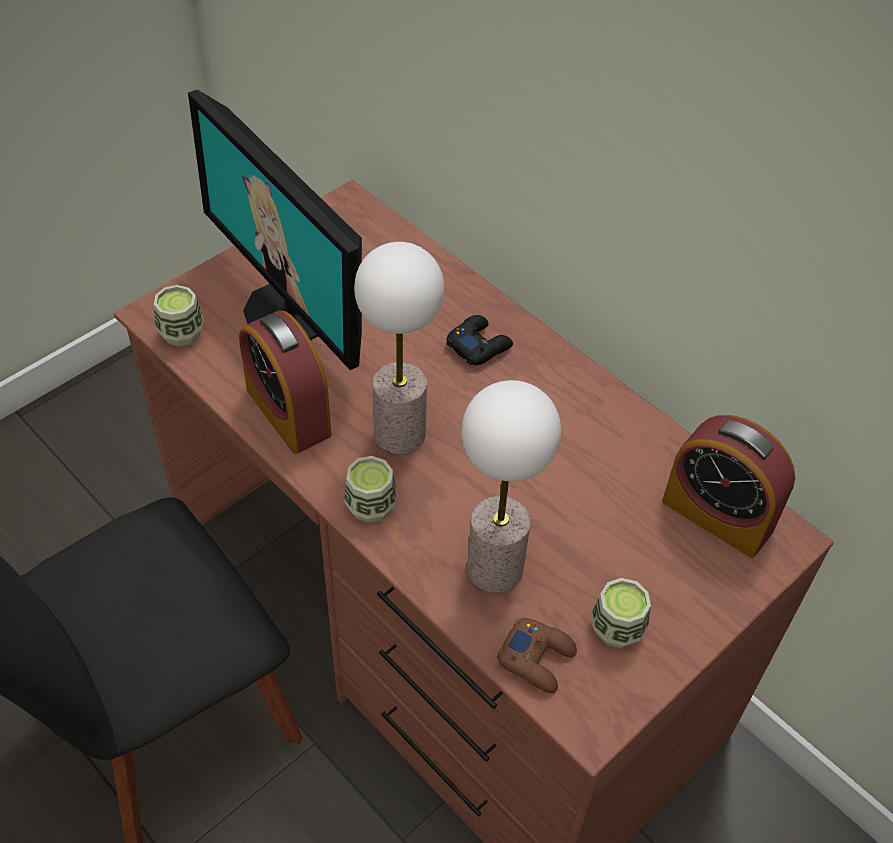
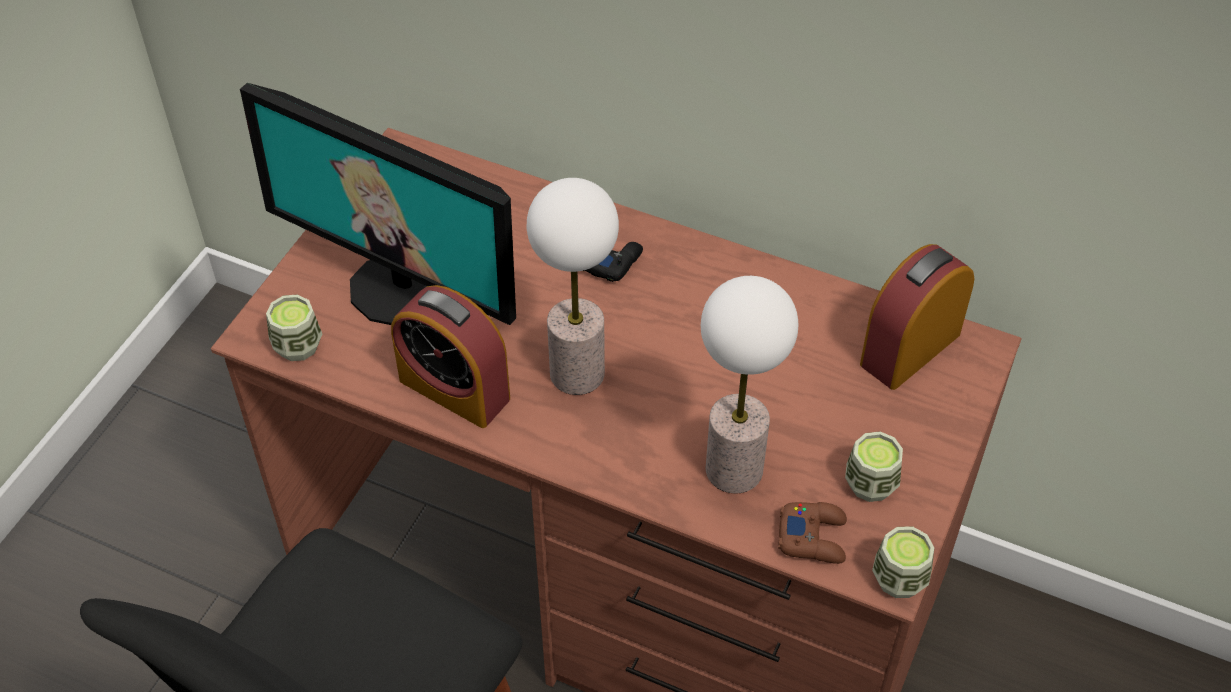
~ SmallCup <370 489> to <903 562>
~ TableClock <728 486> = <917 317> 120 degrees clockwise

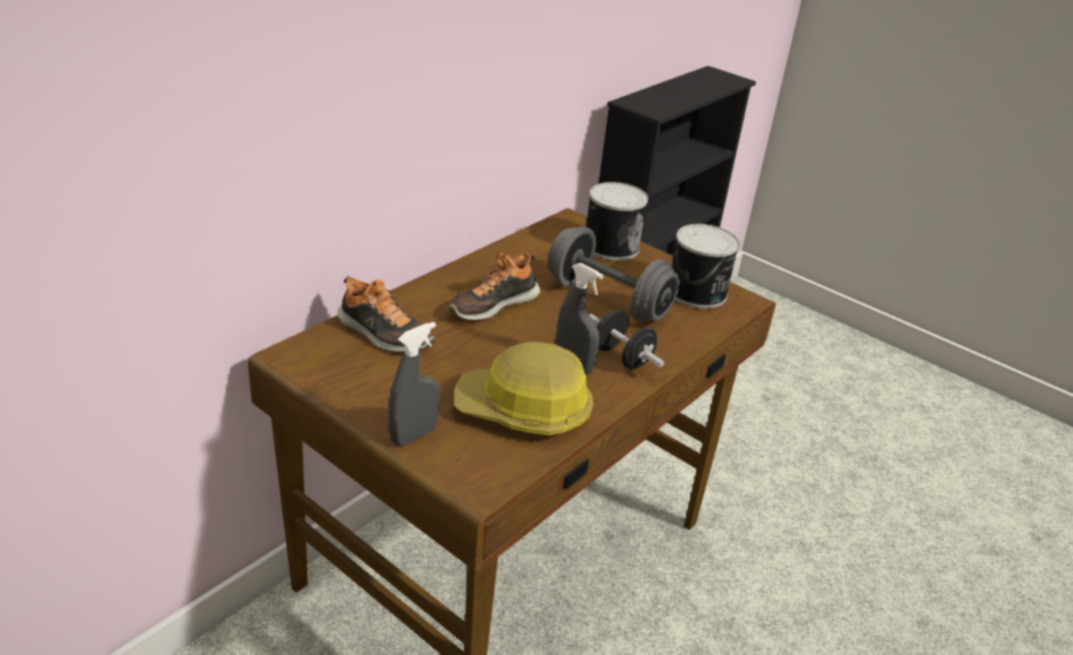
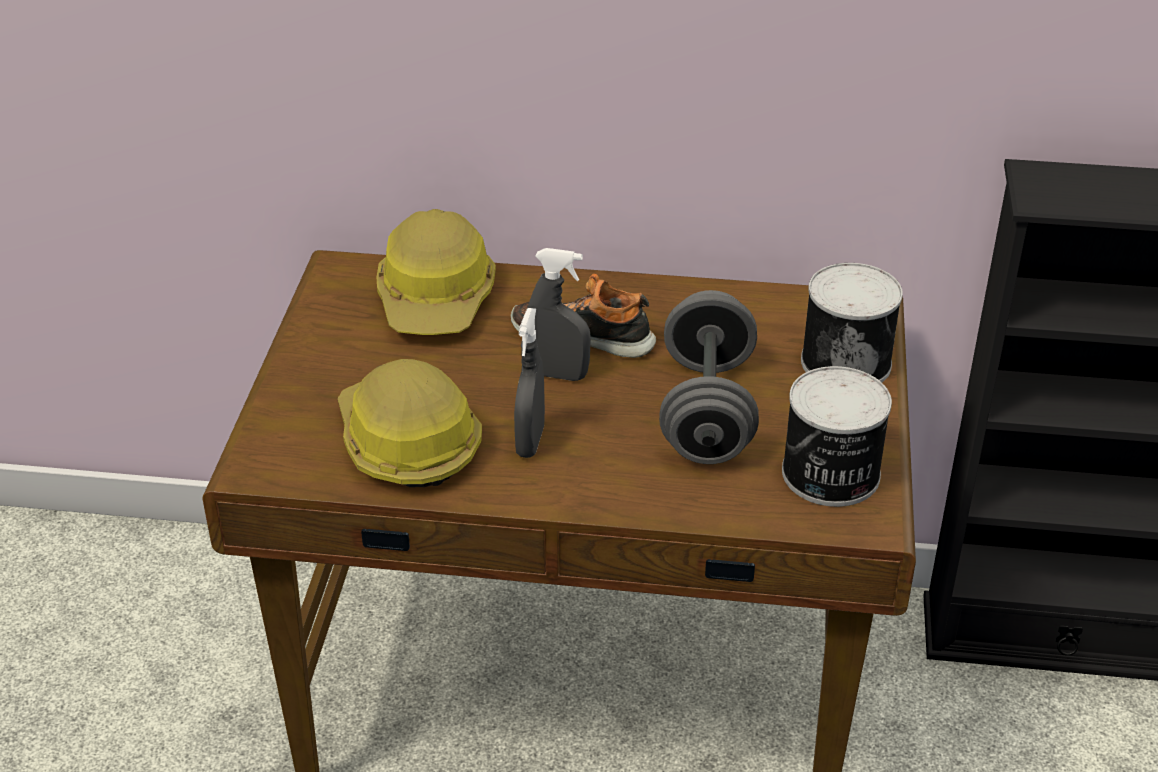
~ LowShoe <386 314> to HardHat <436 272>
~ GreyishSprayBottle <414 384> to <559 314>
- BlackishHandWeight <627 339>

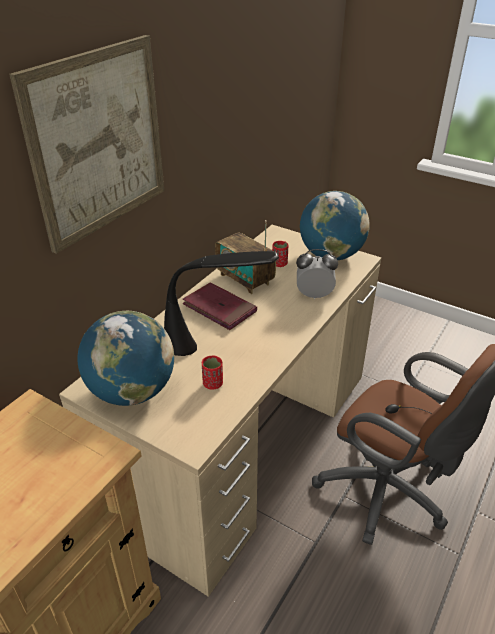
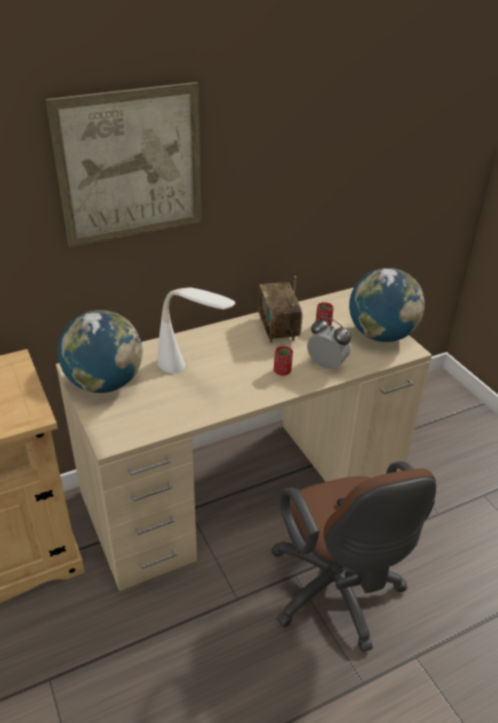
~ BlackishTabletopLamp <221 303> to WhiteTabletopLamp <196 330>
- RedBook <220 306>
~ RedSmallCup <212 372> to <283 361>

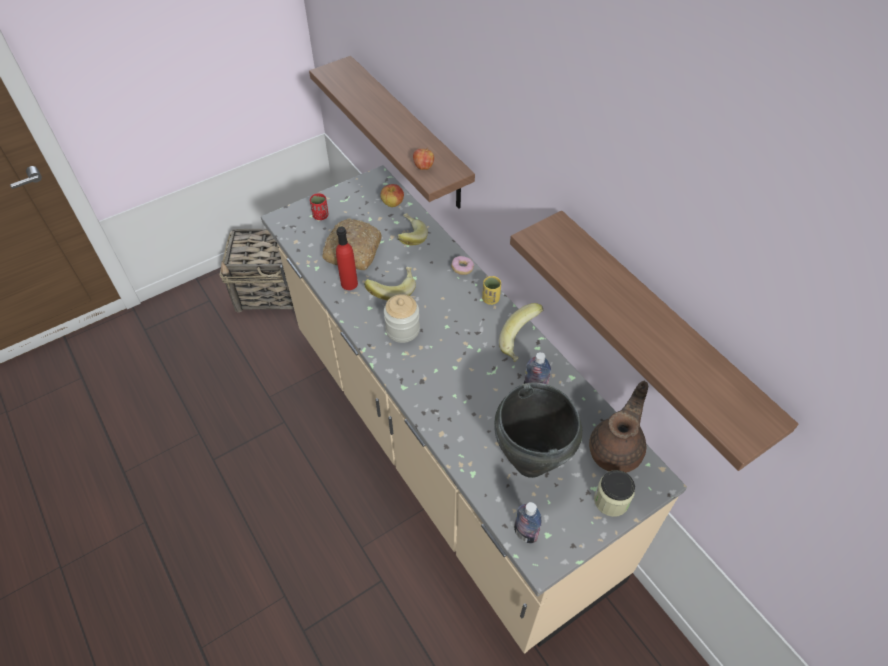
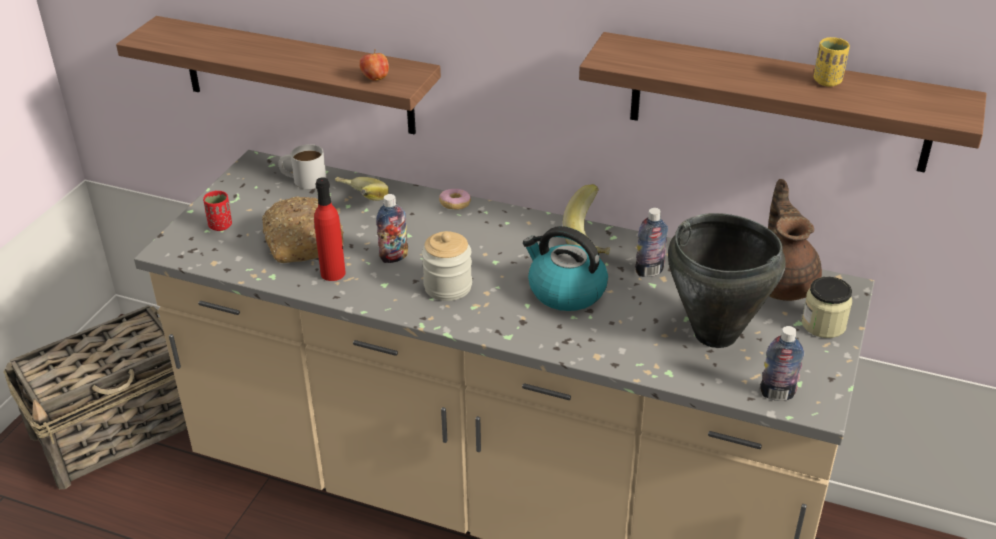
~ BananaFruit <390 284> to BeverageBottle <392 228>
~ WholeApple <392 195> to WhiteMug <302 166>
~ YellowSmallCup <491 290> to <832 61>
+ Kettle <565 268>

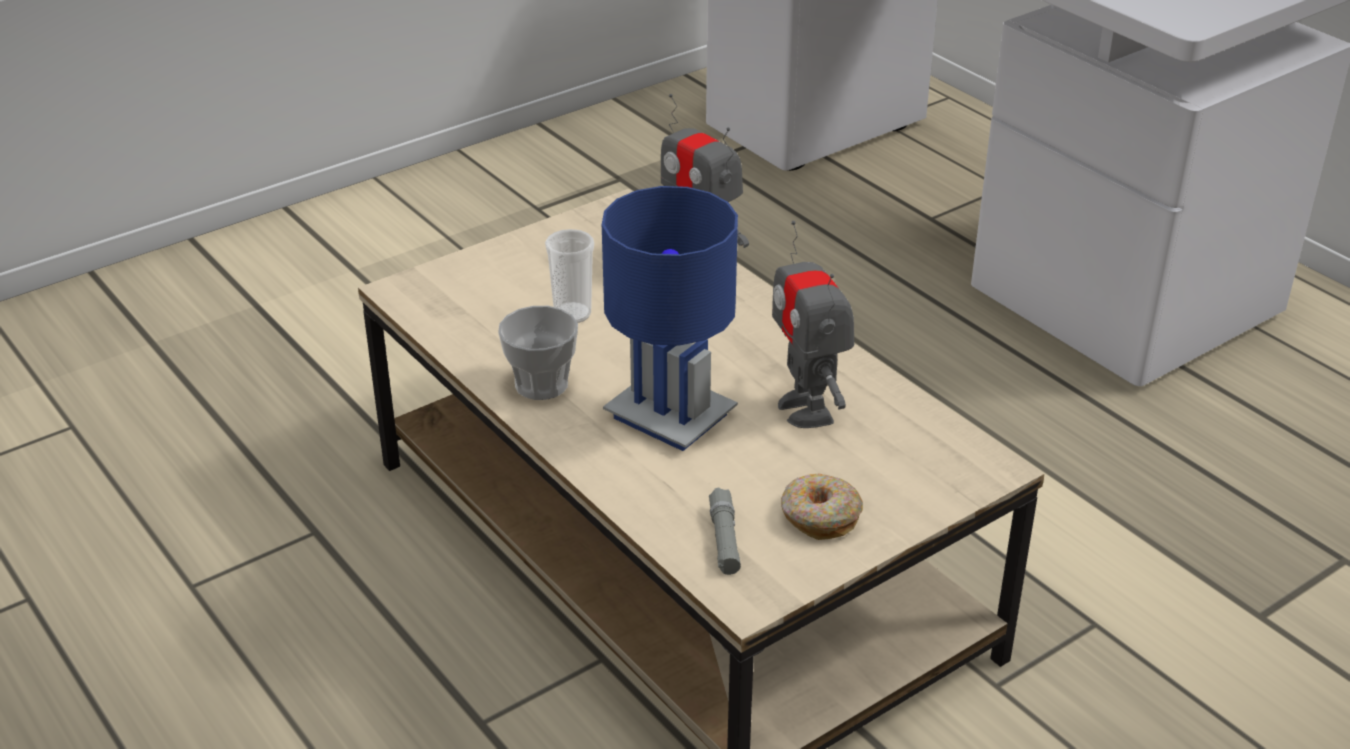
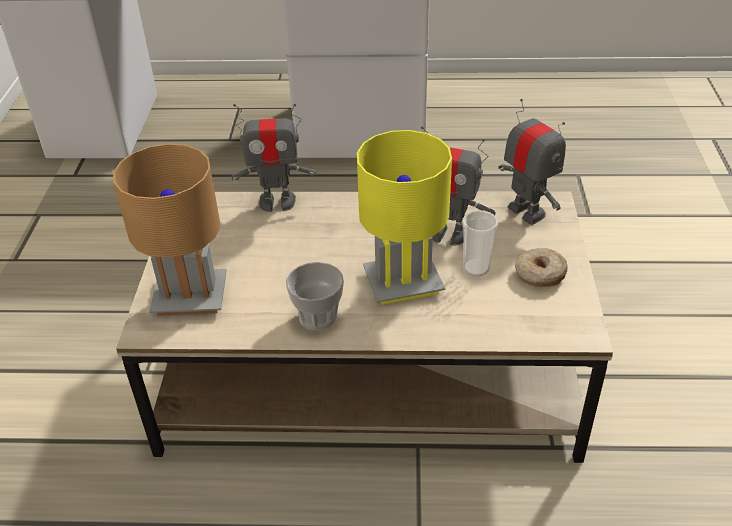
~ SmallCup <569 276> to <480 243>
~ BlueTabletopLamp <670 318> to YellowTabletopLamp <404 217>
- GreyishFlashlight <725 531>
+ BrownishTabletopLamp <170 230>
+ ToyRobot <532 162>

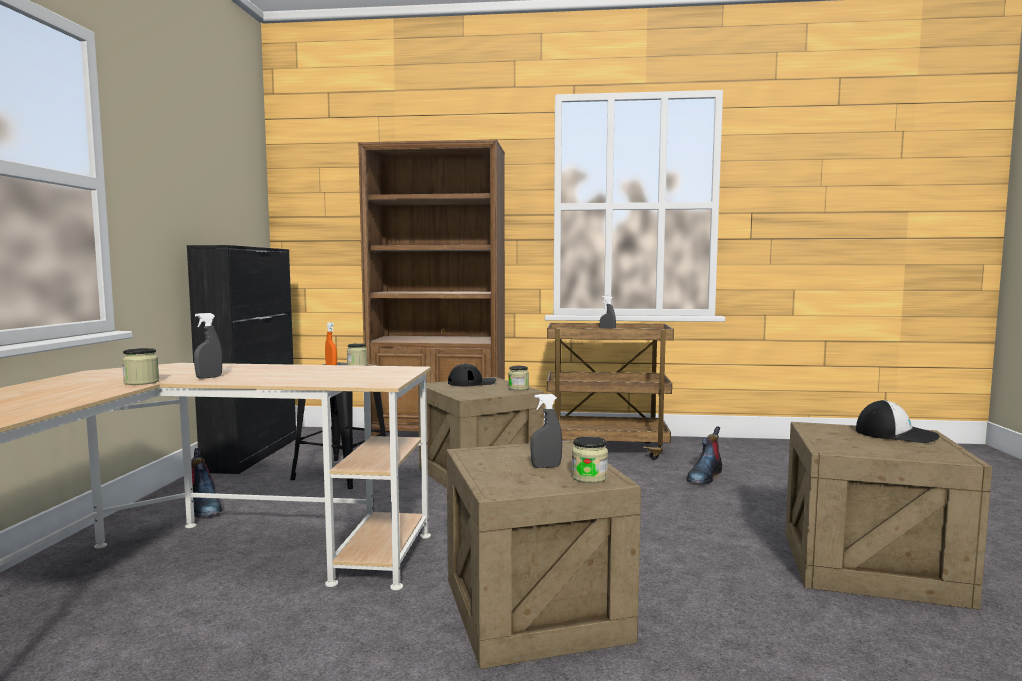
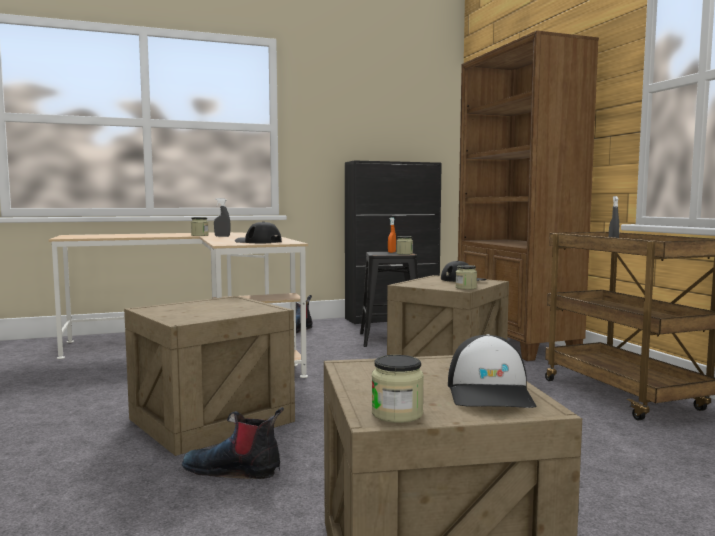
- GreyishSprayBottle <546 431>
~ PreserveJar <590 459> to <398 389>
~ Boot <704 455> to <233 443>
+ BlackishPeakedCap <258 232>

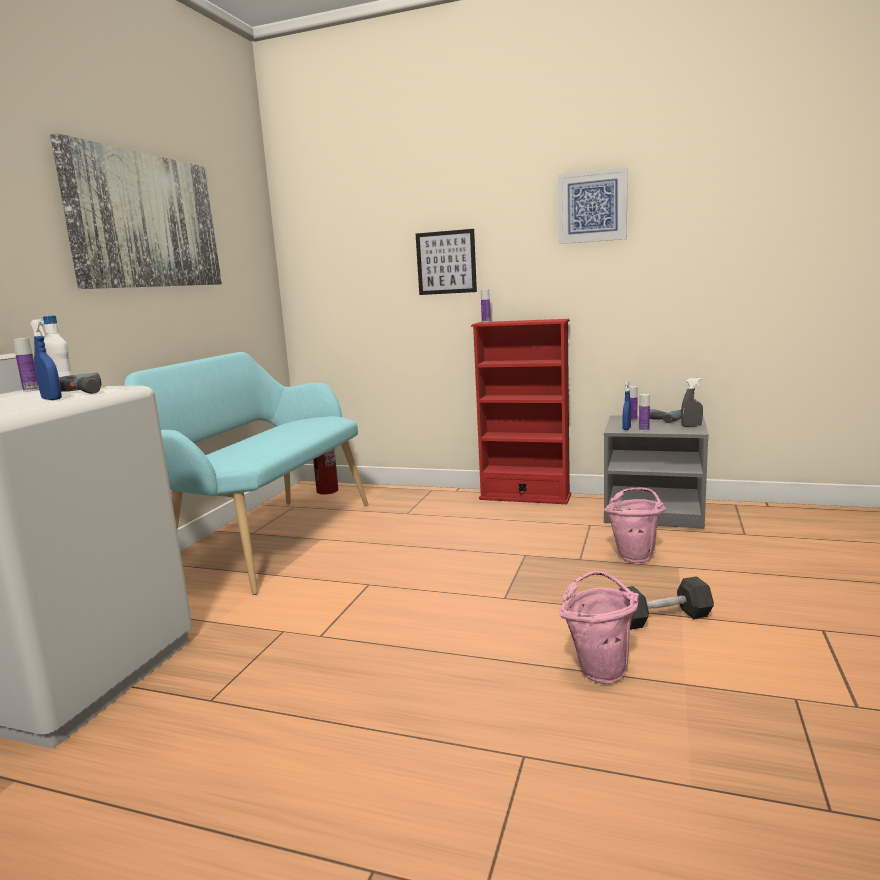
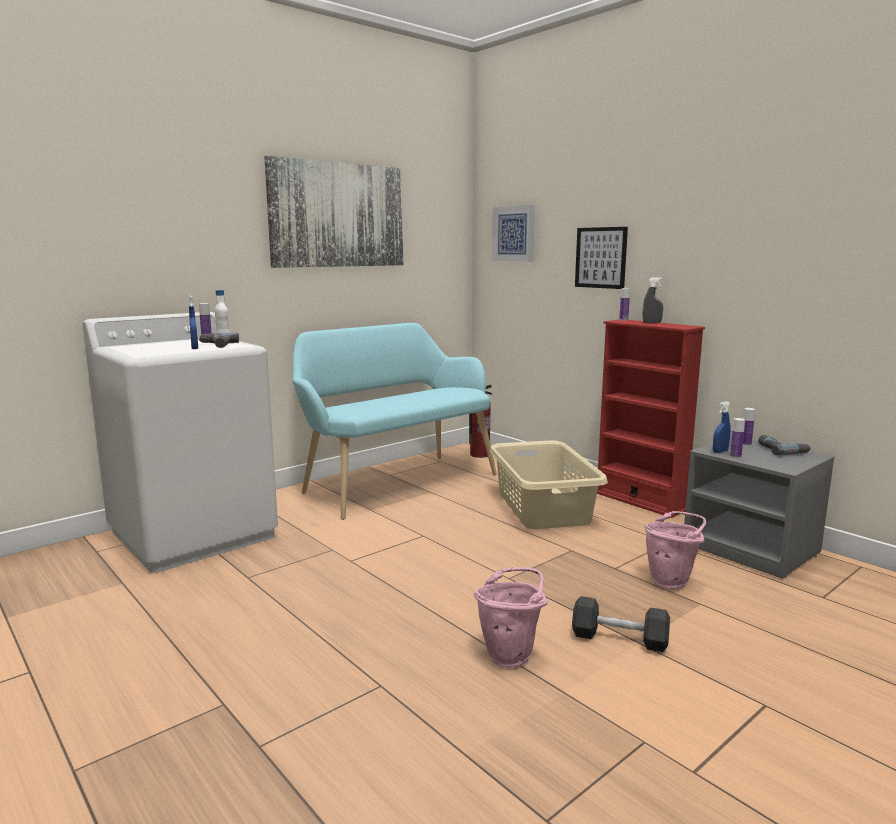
~ WallPicture <593 205> to <513 233>
~ GreyishSprayBottle <692 402> to <653 300>
+ SandColouredHamper <549 484>

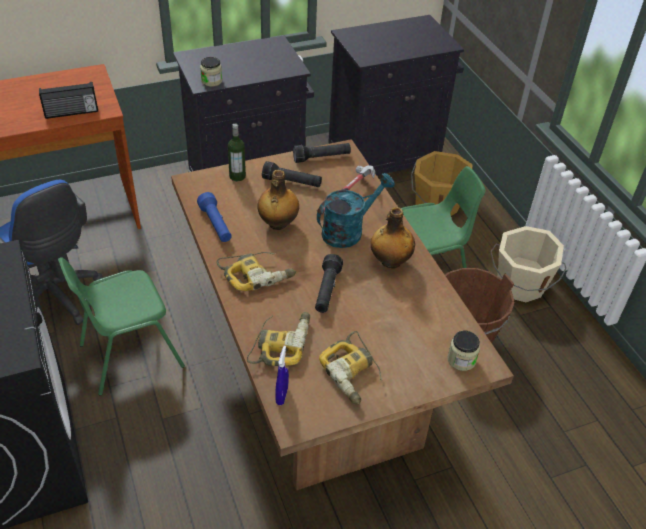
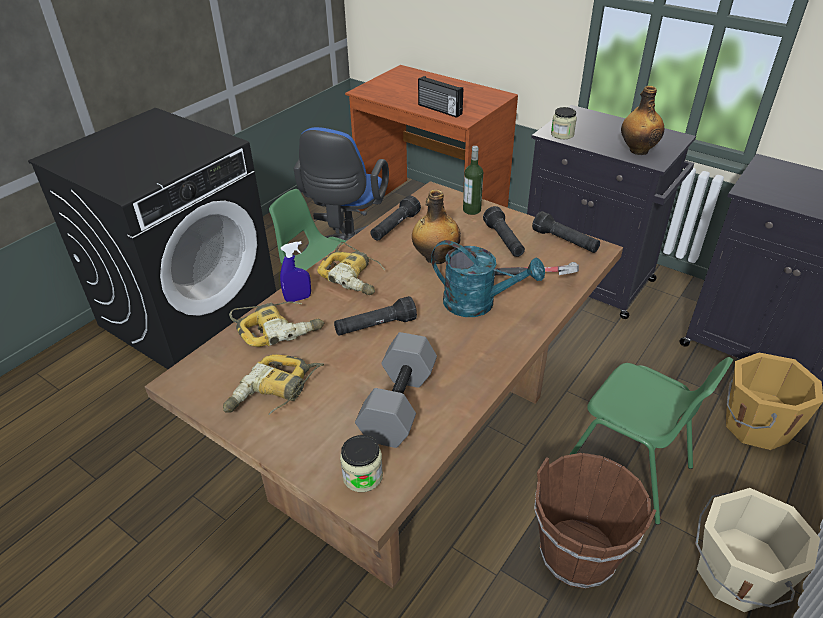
~ BlueFlashlight <214 217> to BlackishFlashlight <395 218>
~ BlueSprayBottle <282 375> to <295 271>
~ BeverageBottle <393 238> to <642 120>
+ GreyishHandWeight <396 390>

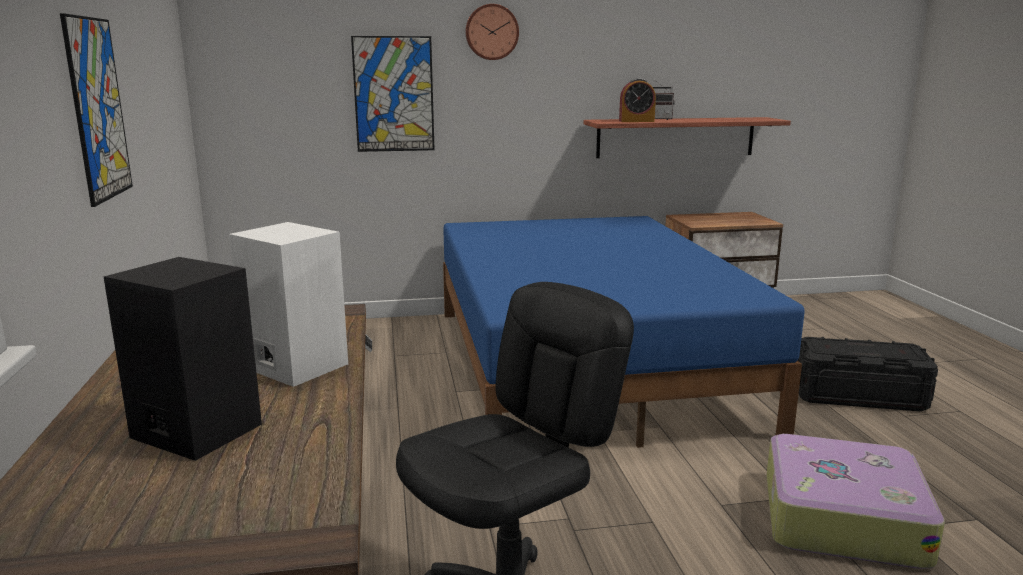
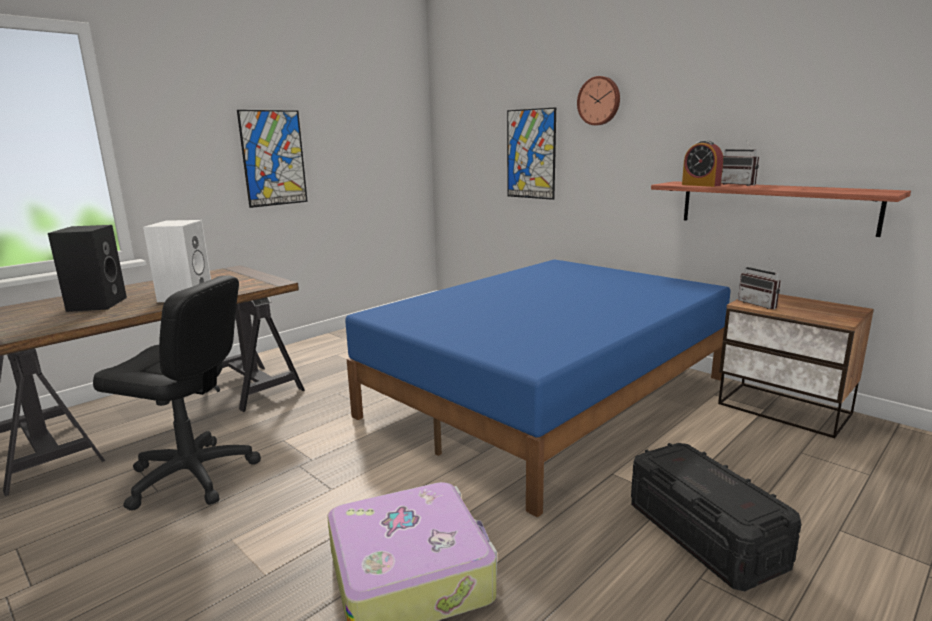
+ Radio <759 284>

